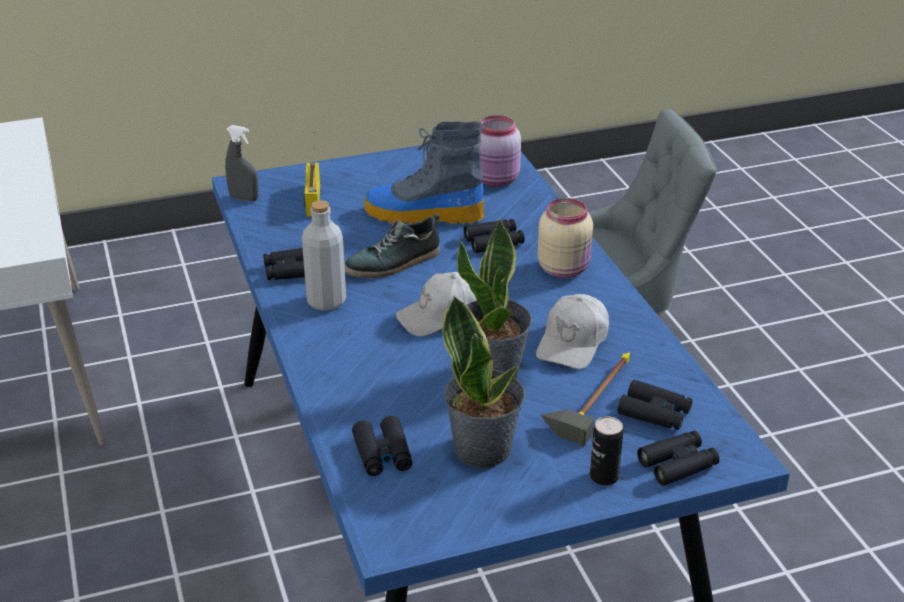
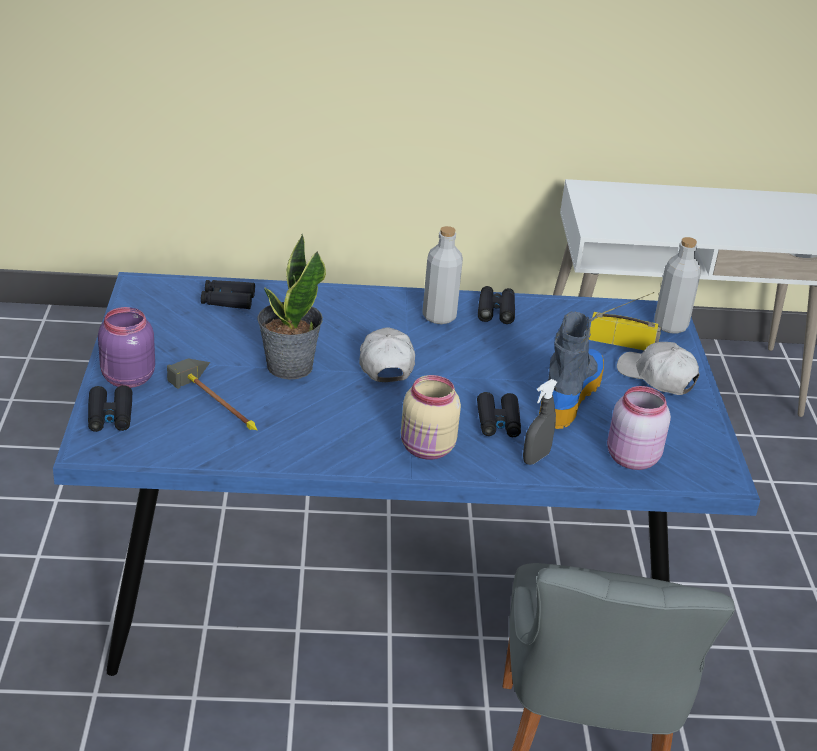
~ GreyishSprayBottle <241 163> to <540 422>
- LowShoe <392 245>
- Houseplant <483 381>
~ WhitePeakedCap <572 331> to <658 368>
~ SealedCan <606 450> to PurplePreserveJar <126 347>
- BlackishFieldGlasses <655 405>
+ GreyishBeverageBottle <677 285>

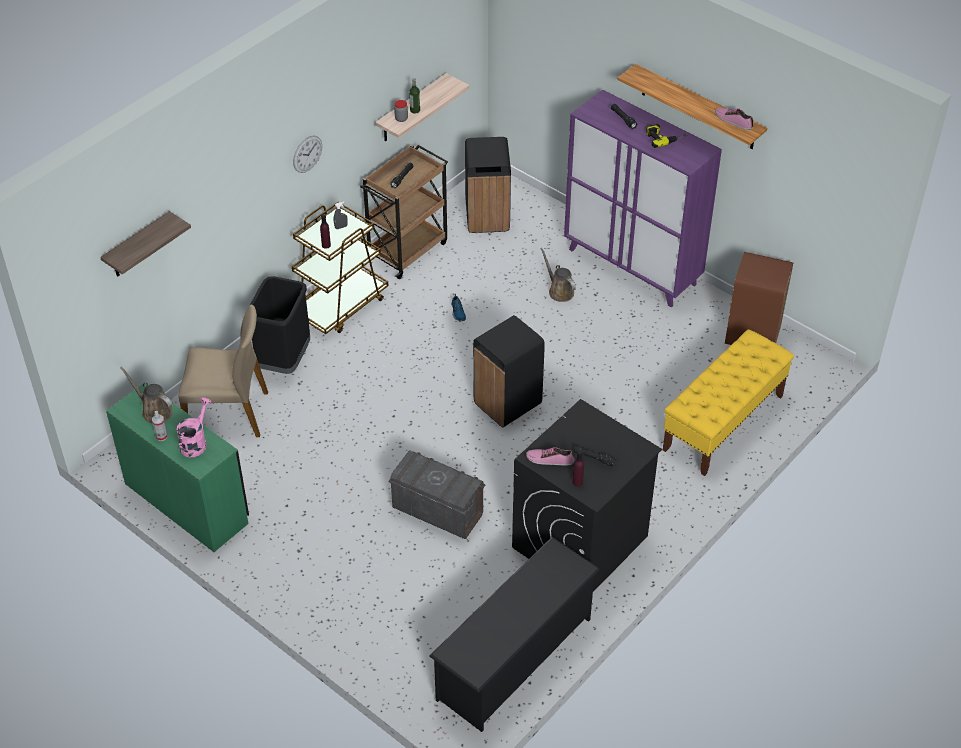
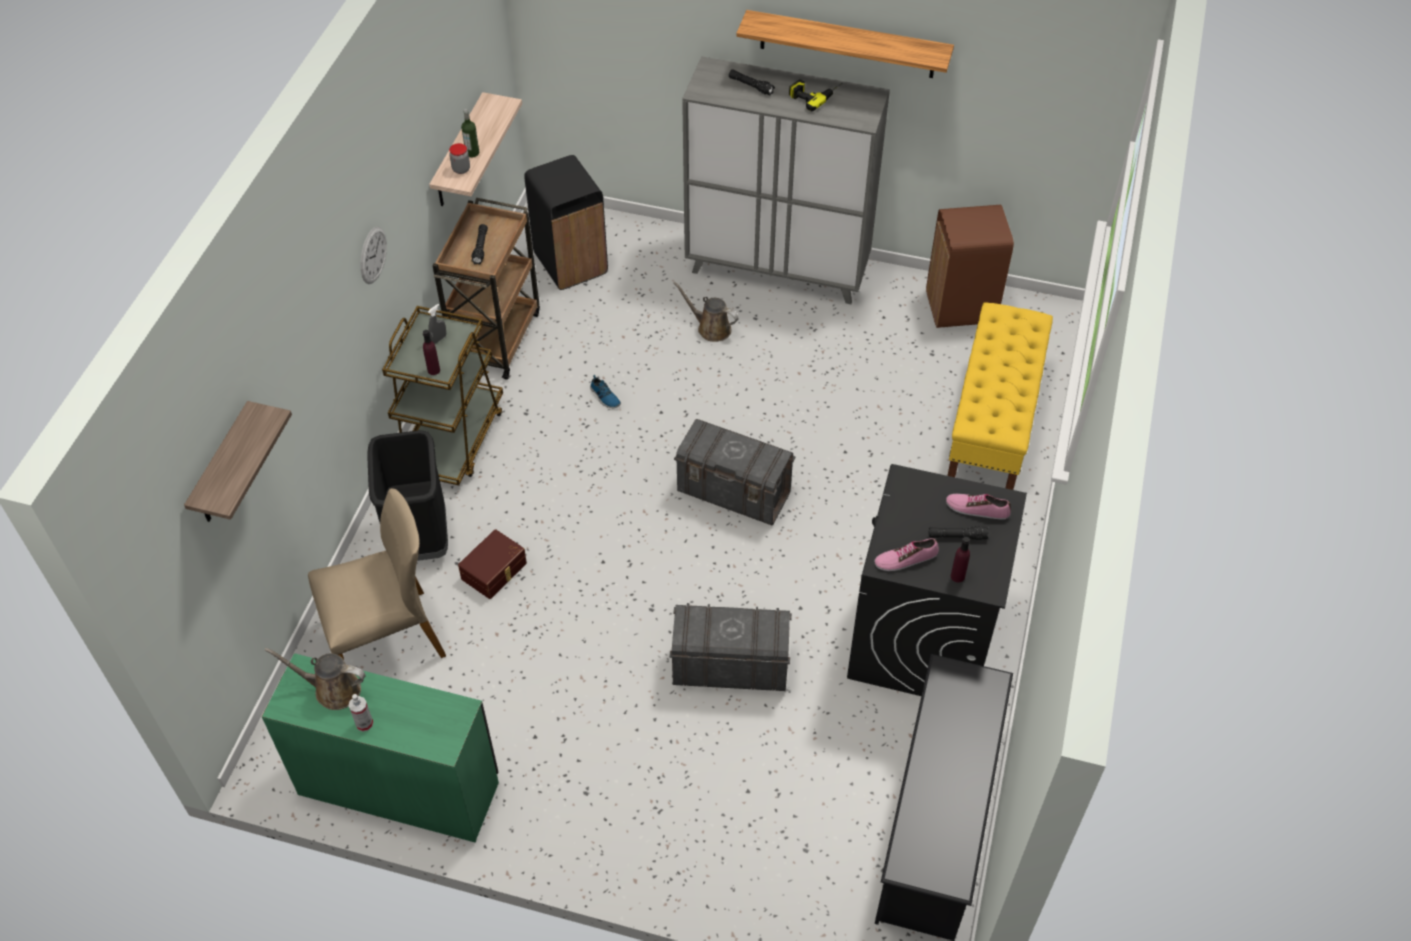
- PinkColouredWateringPot <194 427>
~ BlackishRubbishBin <509 371> to GreyishStorageBox <735 472>
~ PurpleCabinet <643 199> to GreyishCabinet <786 180>
~ LowShoe <734 119> to <978 507>
+ BrownishStorageBox <492 564>

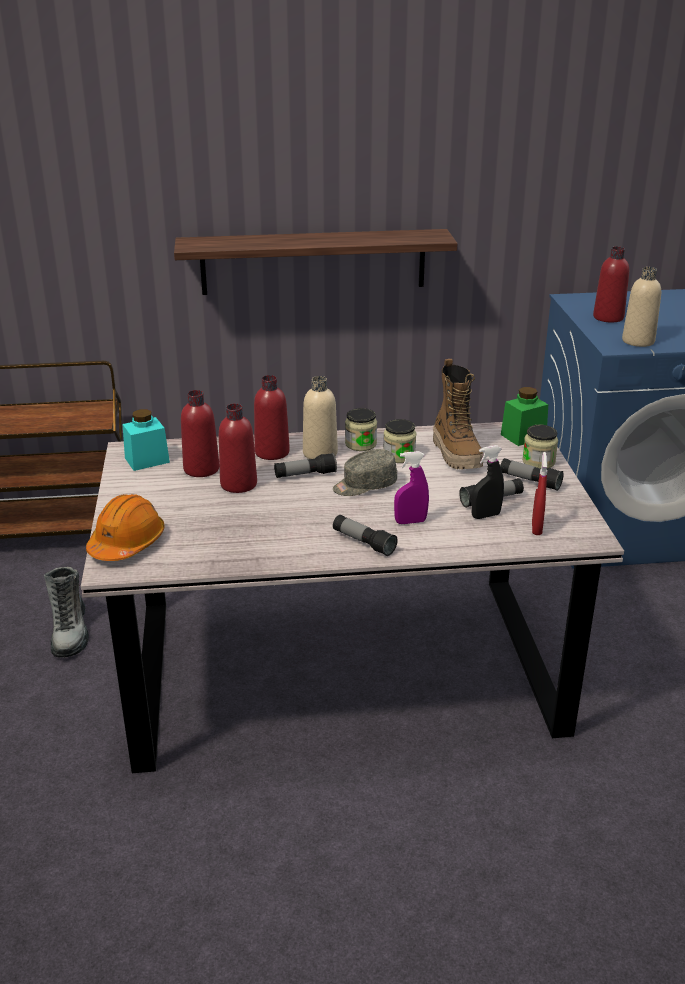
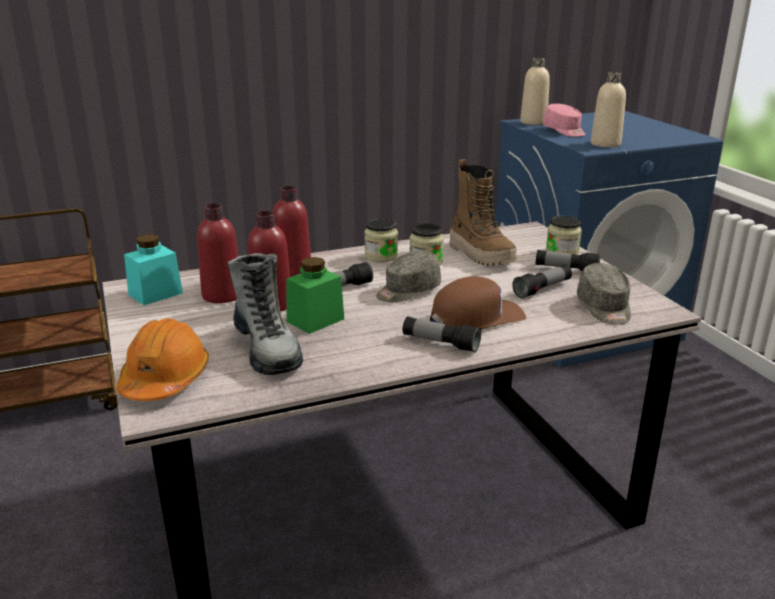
~ Boot <66 612> to <265 314>
- BracketShelf <316 262>
~ SandColouredBeverageBottle <320 417> to <535 91>
~ PurpleSprayBottle <411 487> to BrownishPeakedCap <478 303>
- BlackishSprayBottle <487 482>
~ GreenPreserveJar <524 416> to <315 295>
~ RedSprayBottle <539 493> to GreyishPeakedCap <604 294>
~ RedBeverageBottle <611 285> to PinkColouredPeakedCap <564 120>

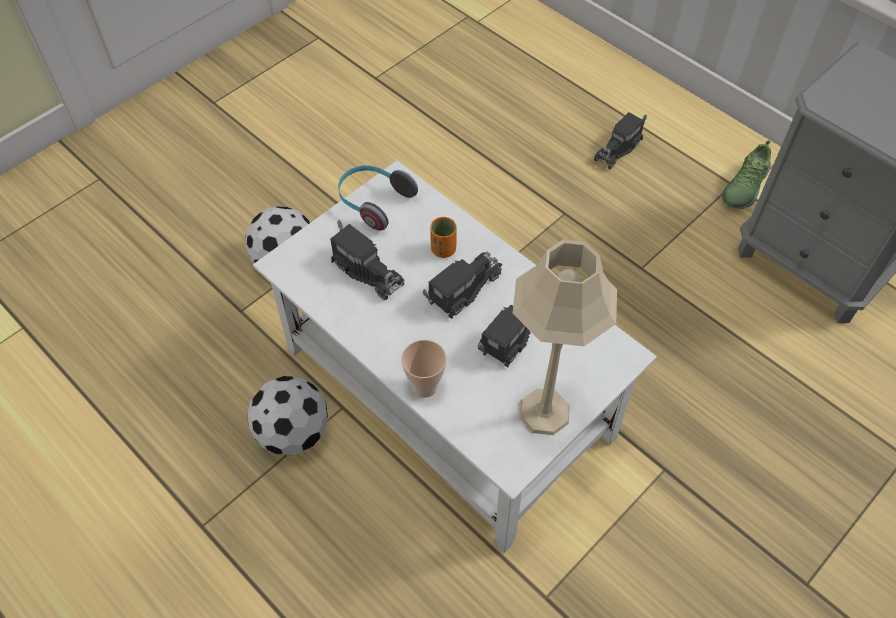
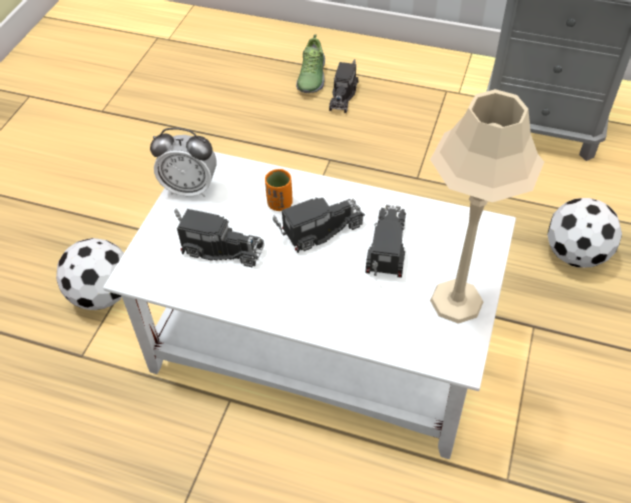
~ Football <287 415> to <584 233>
~ Headset <378 198> to TableClock <183 162>
- SmallCup <424 369>
~ ToyTruck <462 285> = <319 225> 45 degrees clockwise
~ LowShoe <746 174> to <310 63>

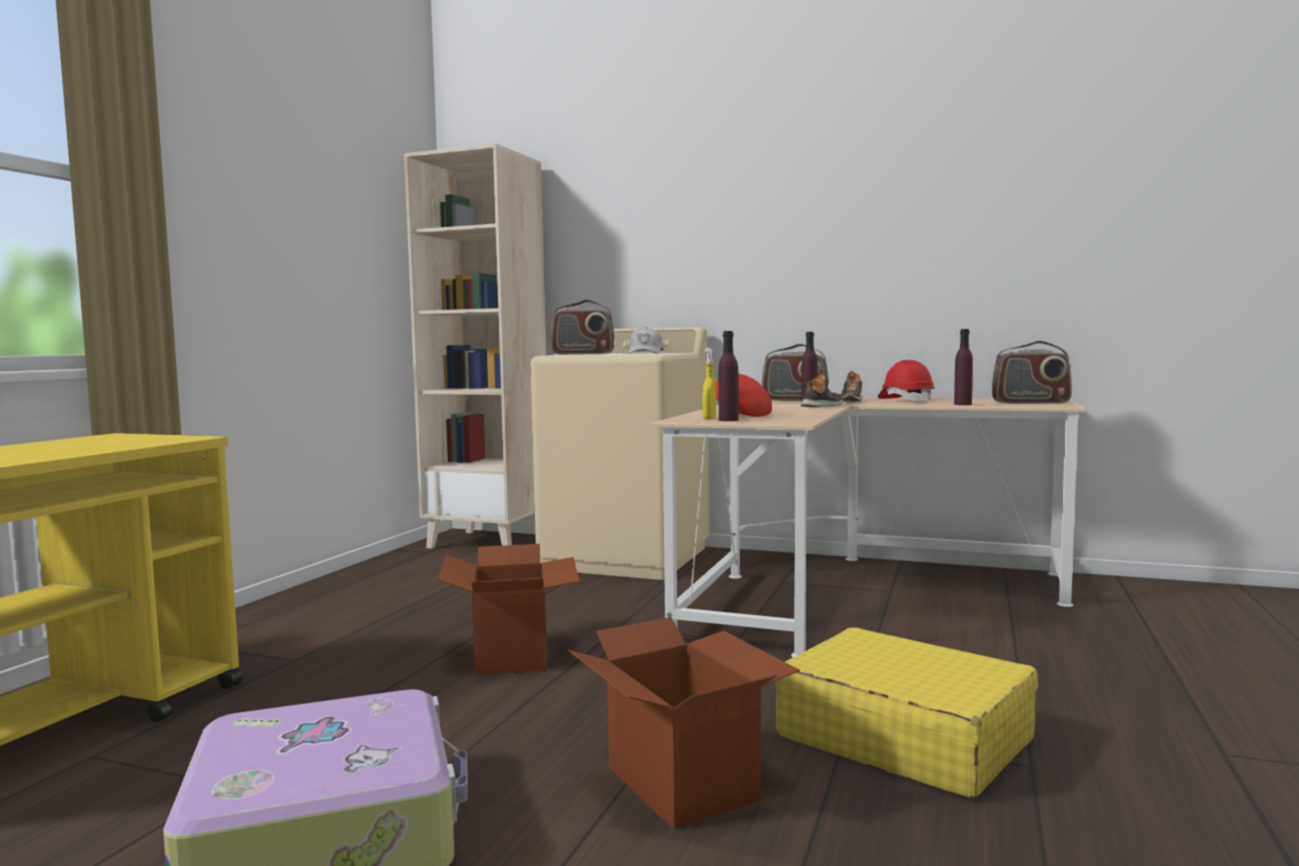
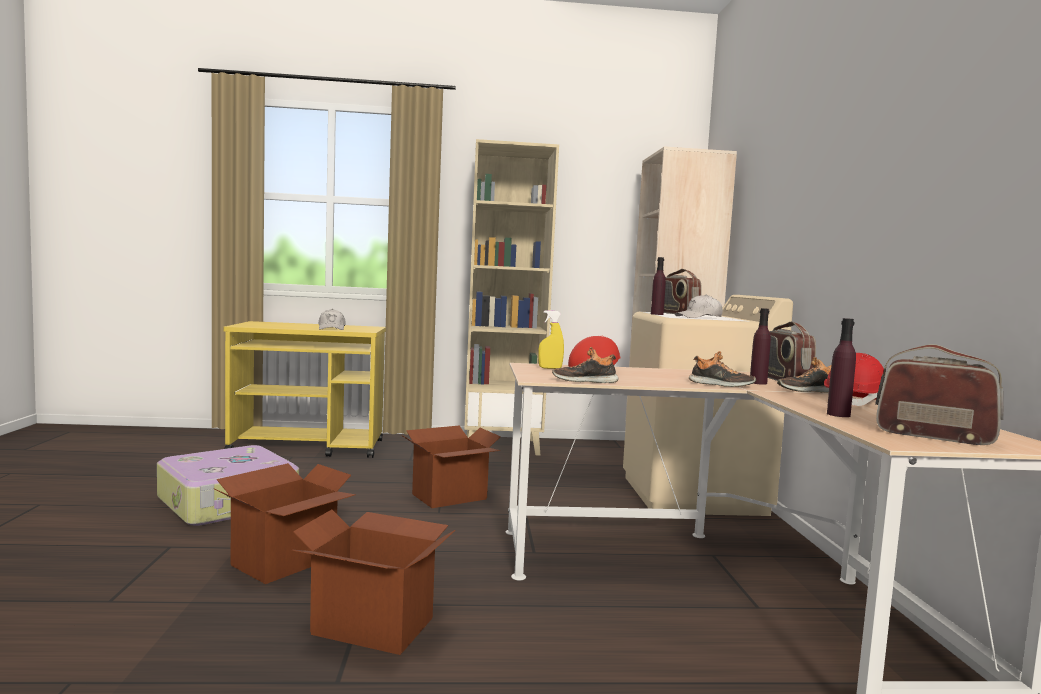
~ PurpleBeverageBottle <729 376> to <658 286>
~ YellowPieceOfLuggage <906 712> to Carton <373 582>
~ Radio <1032 372> = <939 394> 135 degrees clockwise
+ WhitePeakedCap <331 319>
+ SandColouredBookcase <511 297>
+ LowShoe <585 365>

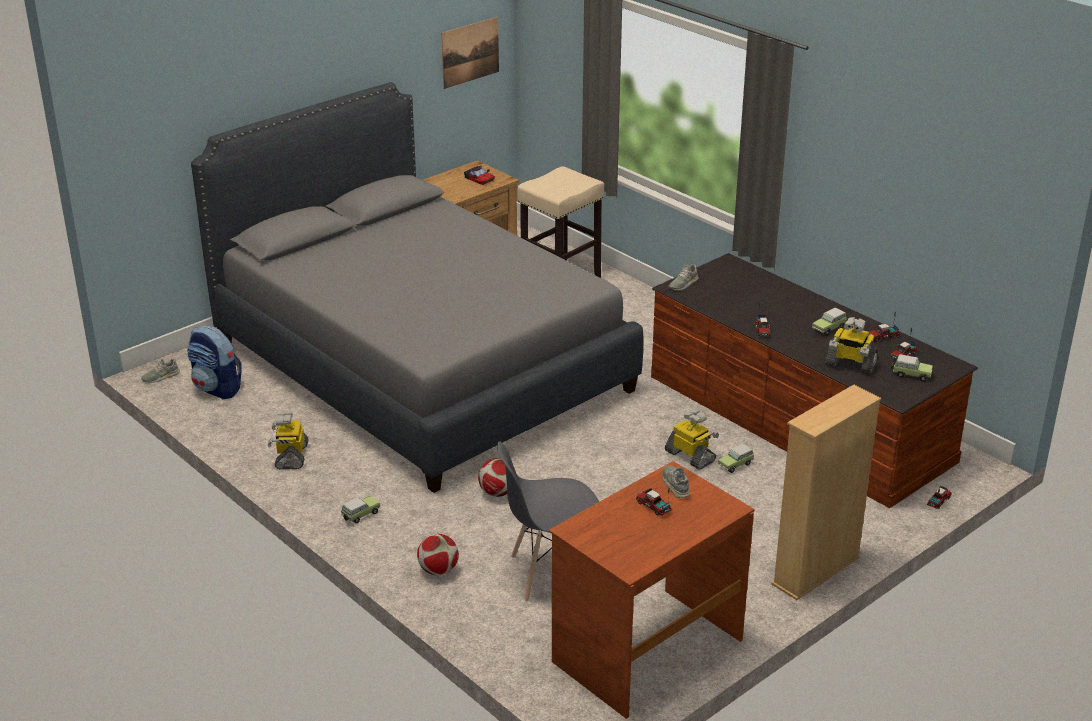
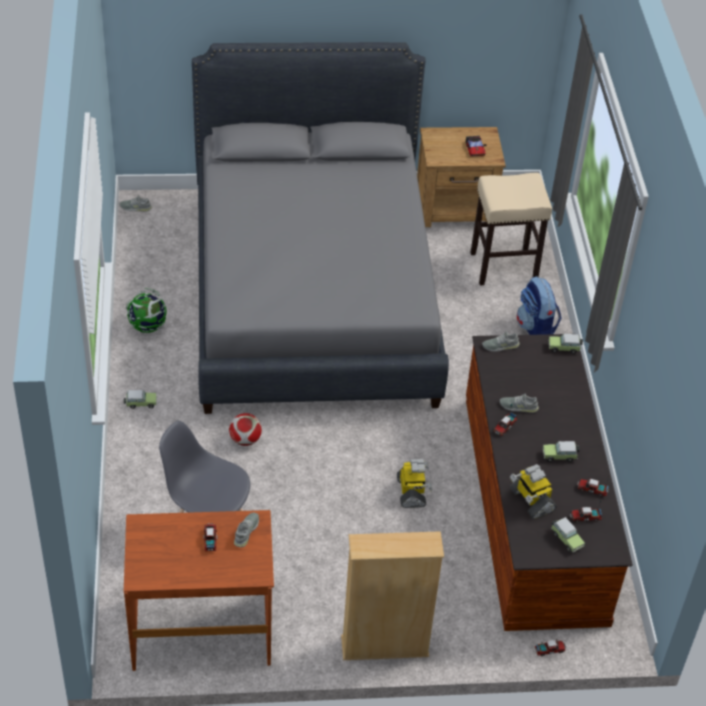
~ Rucksack <214 363> to <539 305>
~ ToyRobot <288 440> to DeskGlobe <146 310>
- Football <438 554>
- WallPicture <470 53>
~ ToyCar <736 458> to <566 344>
+ GreyishLowShoe <519 403>

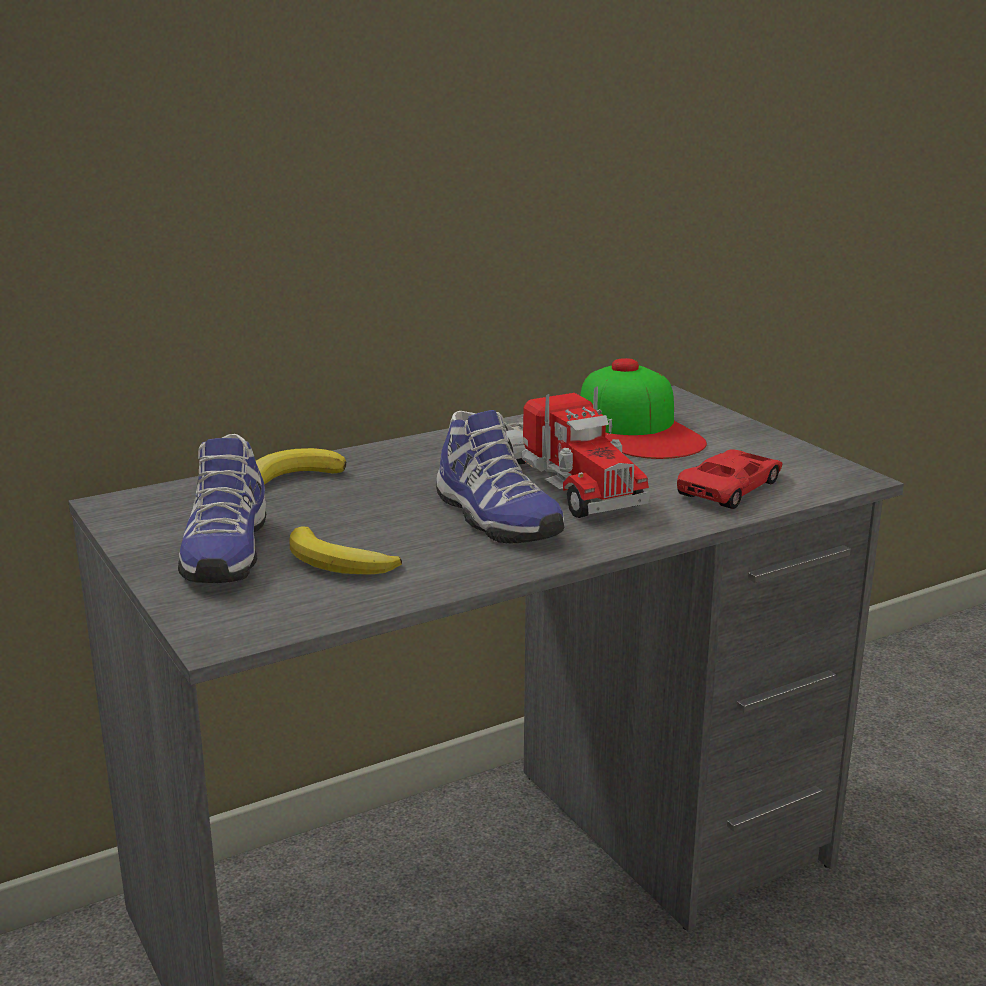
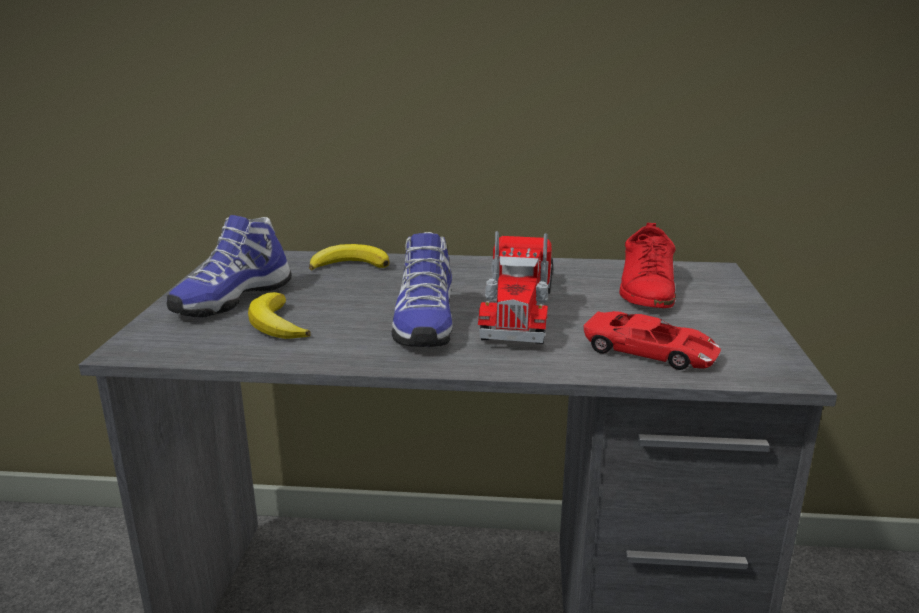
~ PeakedCap <643 408> to RedLowShoe <647 265>
~ RedToyCar <730 479> = <652 340> 45 degrees clockwise

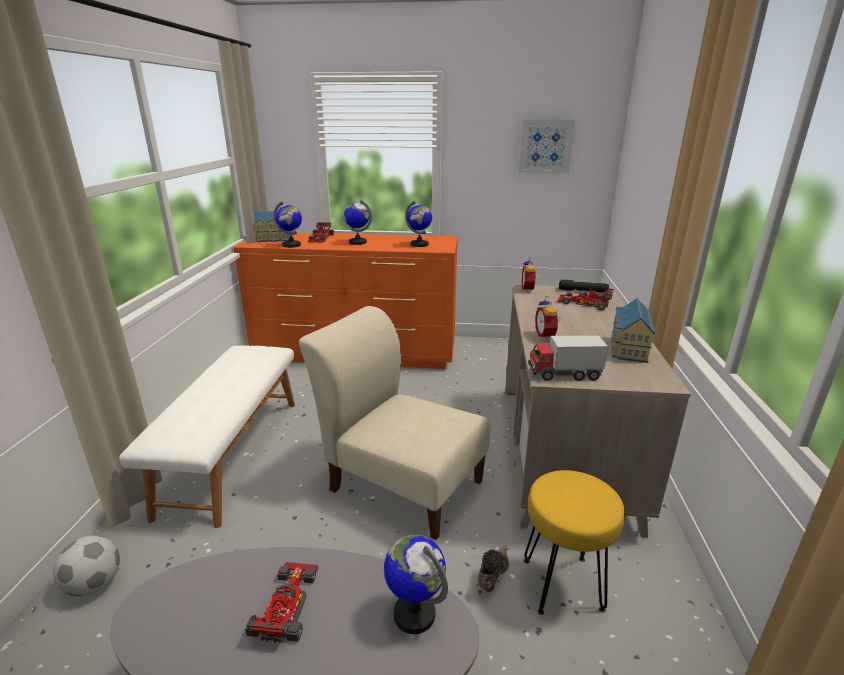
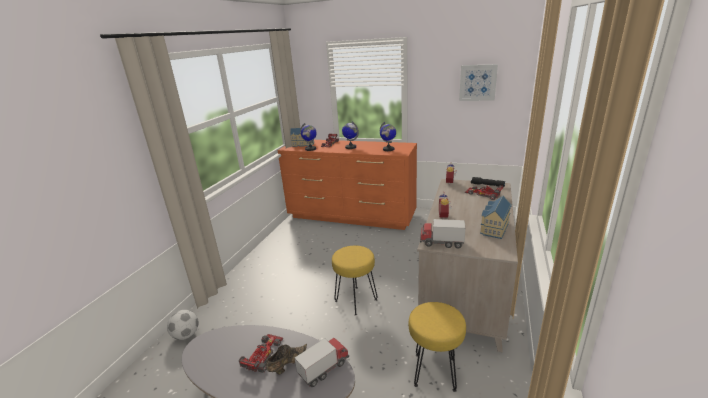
- WhiteBench <207 437>
~ SandColouredChair <394 423> to YellowSittingStool <355 281>
~ DeskGlobe <416 584> to ToyTruck <322 362>
~ BrownishLowShoe <493 568> to <286 359>

